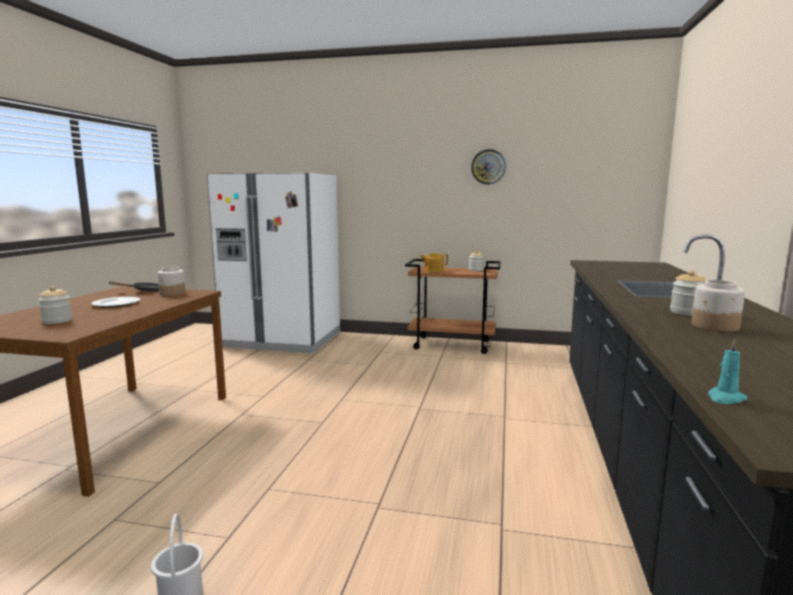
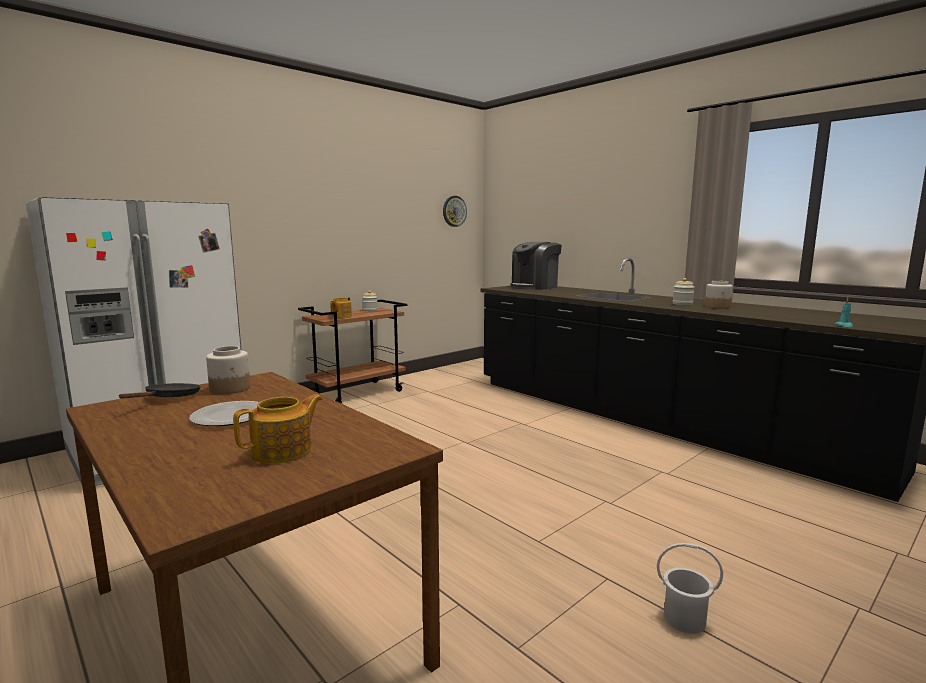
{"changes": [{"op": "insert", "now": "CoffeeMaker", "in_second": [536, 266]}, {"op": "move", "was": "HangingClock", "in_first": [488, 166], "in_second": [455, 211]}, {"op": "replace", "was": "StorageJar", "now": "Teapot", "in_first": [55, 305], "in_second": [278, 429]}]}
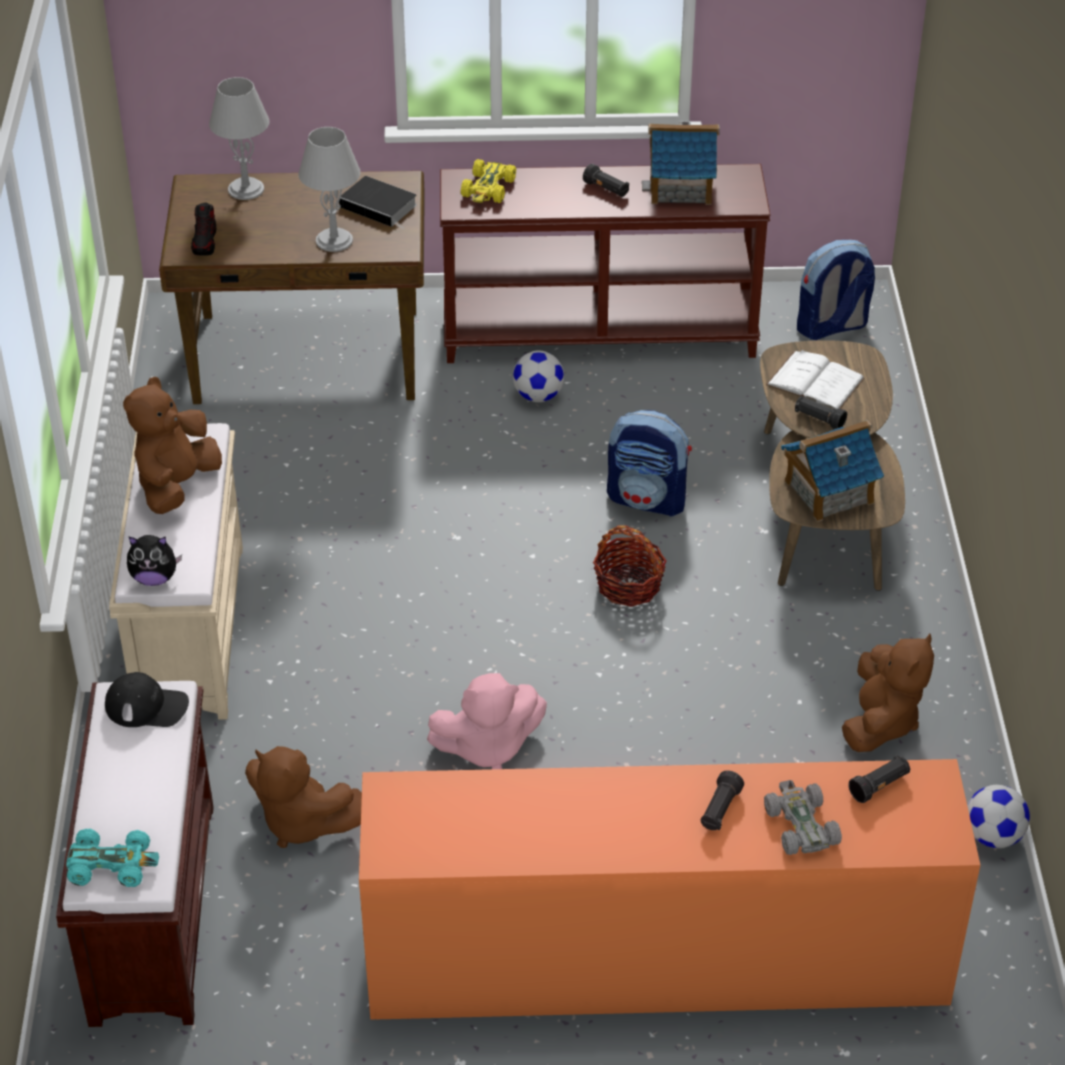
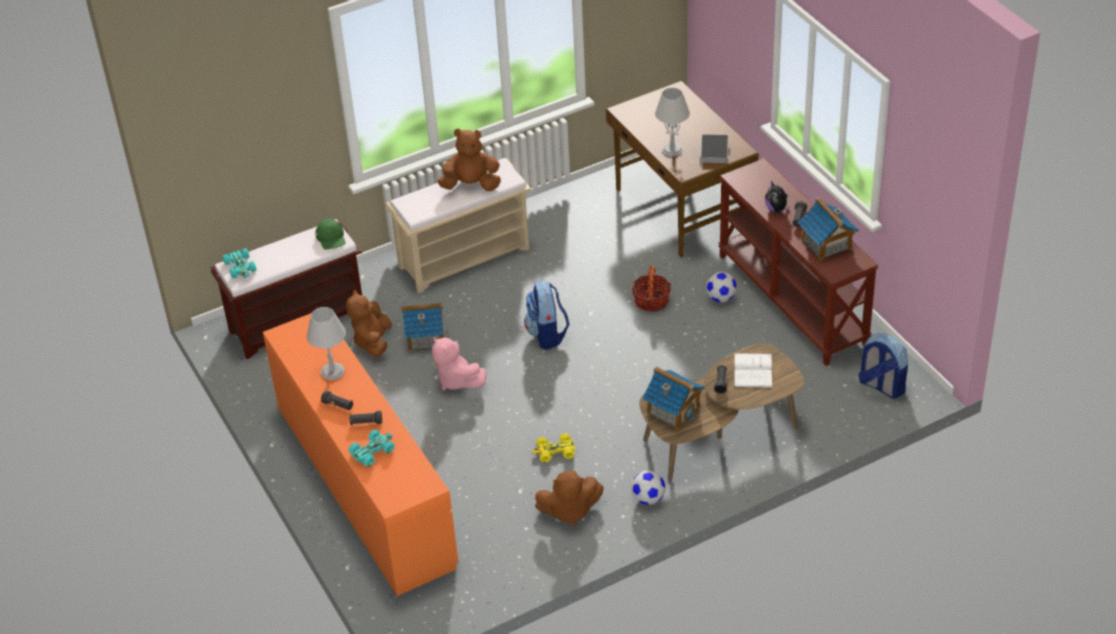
{"changes": [{"op": "delete", "was": "Shoe", "in_first": [204, 229]}, {"op": "insert", "now": "ModelHouse", "in_second": [425, 327]}, {"op": "move", "was": "CuddlyToy", "in_first": [154, 560], "in_second": [777, 197]}, {"op": "move", "was": "GrayTabletopLamp", "in_first": [239, 138], "in_second": [326, 343]}, {"op": "move", "was": "YellowColouredMiniatureCar", "in_first": [488, 181], "in_second": [553, 448]}, {"op": "move", "was": "HouseholdBasket", "in_first": [630, 566], "in_second": [651, 289]}, {"op": "move", "was": "Backpack", "in_first": [649, 463], "in_second": [546, 315]}, {"op": "move", "was": "BlackishHandTorch", "in_first": [879, 779], "in_second": [337, 400]}, {"op": "move", "was": "BallForFootball", "in_first": [998, 816], "in_second": [648, 487]}, {"op": "recolor", "was": "BlackishPeakedCap", "now": "GreenishPeakedCap", "in_first": [147, 699], "in_second": [330, 234]}, {"op": "recolor", "was": "GrayMiniatureCar", "now": "TurquoiseMiniatureCar", "in_first": [803, 817], "in_second": [371, 448]}]}
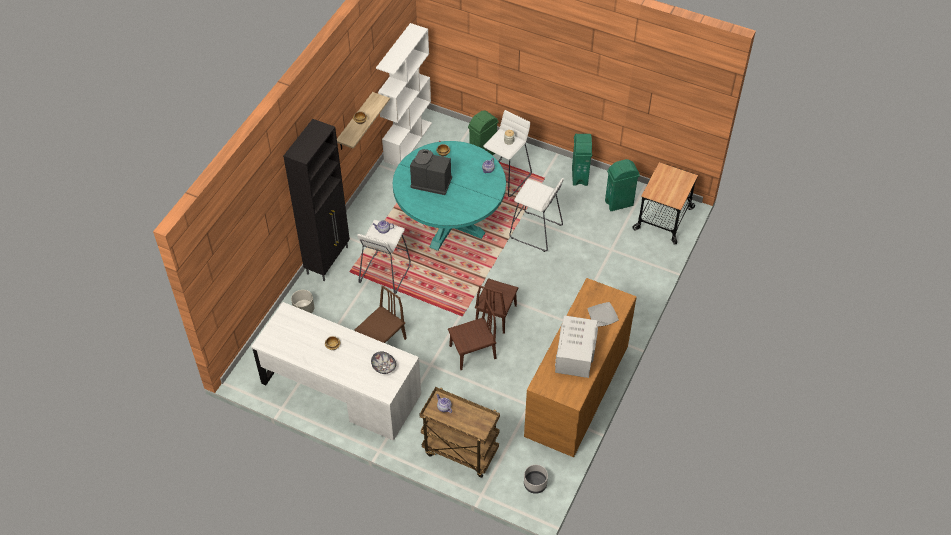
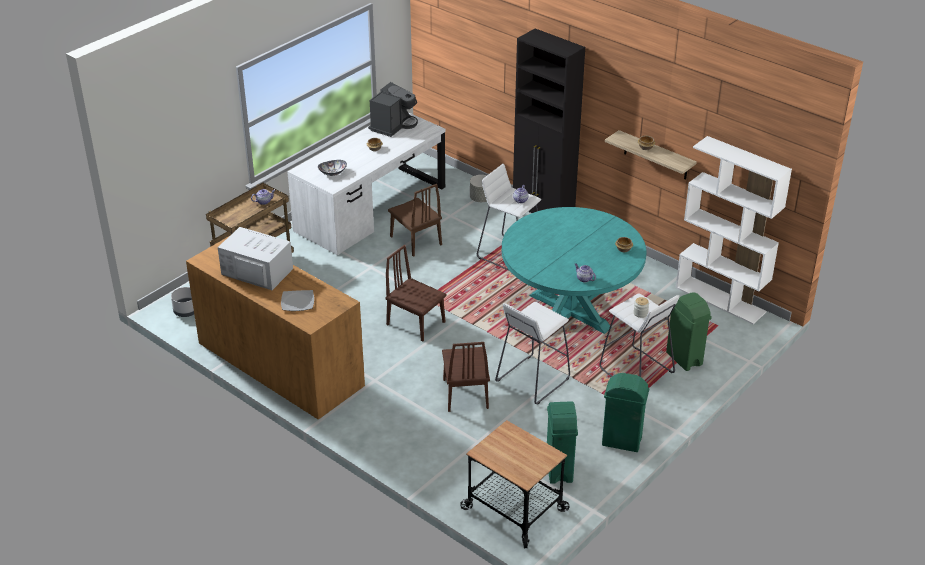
{"changes": [{"op": "move", "was": "CoffeeMaker", "in_first": [431, 172], "in_second": [393, 109]}, {"op": "move", "was": "BrownishPlainChair", "in_first": [472, 334], "in_second": [466, 377]}]}
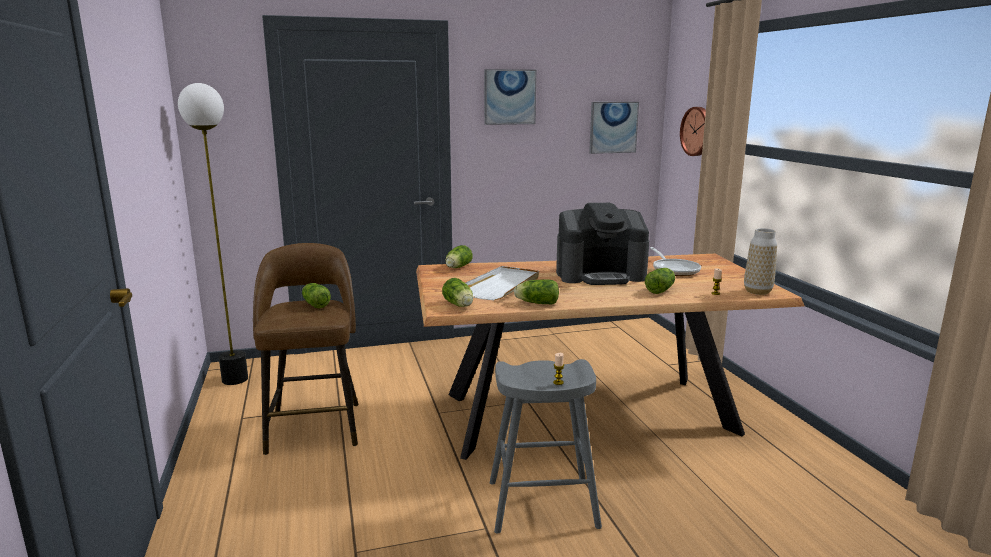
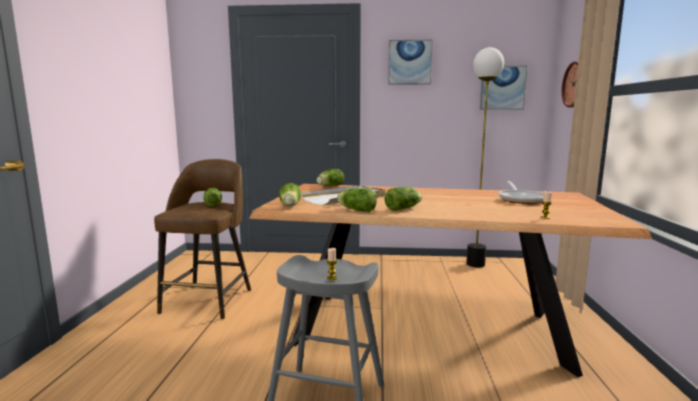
{"changes": [{"op": "delete", "was": "CoffeeMaker", "in_first": [602, 244]}, {"op": "delete", "was": "FlowerVase", "in_first": [760, 261]}, {"op": "move", "was": "FloorLamp", "in_first": [213, 234], "in_second": [485, 157]}, {"op": "move", "was": "Lettuce", "in_first": [660, 281], "in_second": [403, 199]}]}
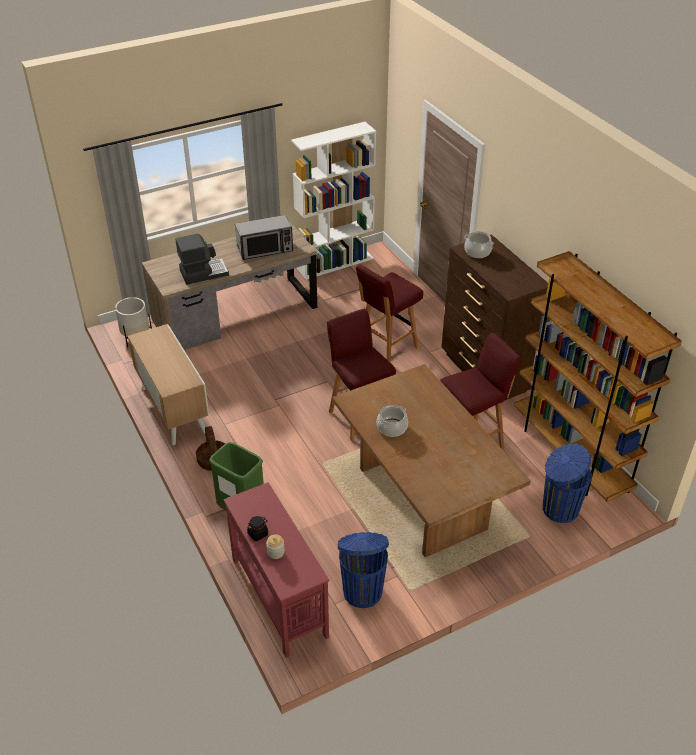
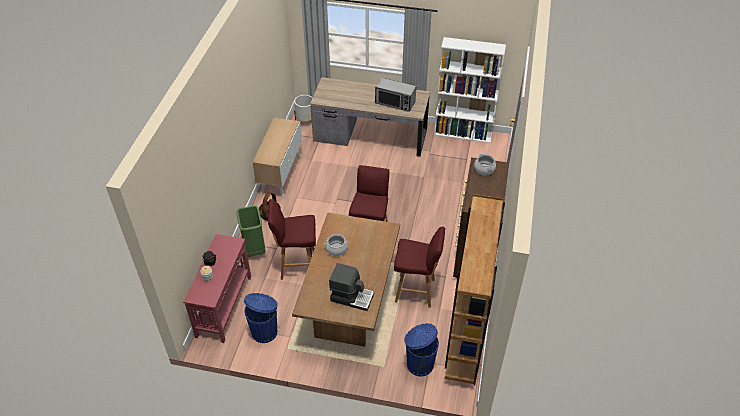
{"changes": [{"op": "move", "was": "CoffeeMaker", "in_first": [202, 259], "in_second": [351, 287]}, {"op": "move", "was": "RedColouredStool", "in_first": [389, 313], "in_second": [292, 239]}]}
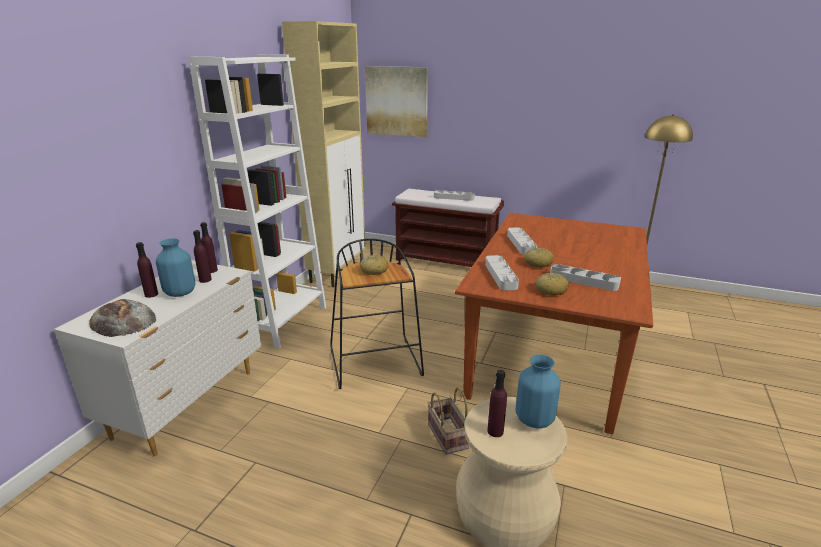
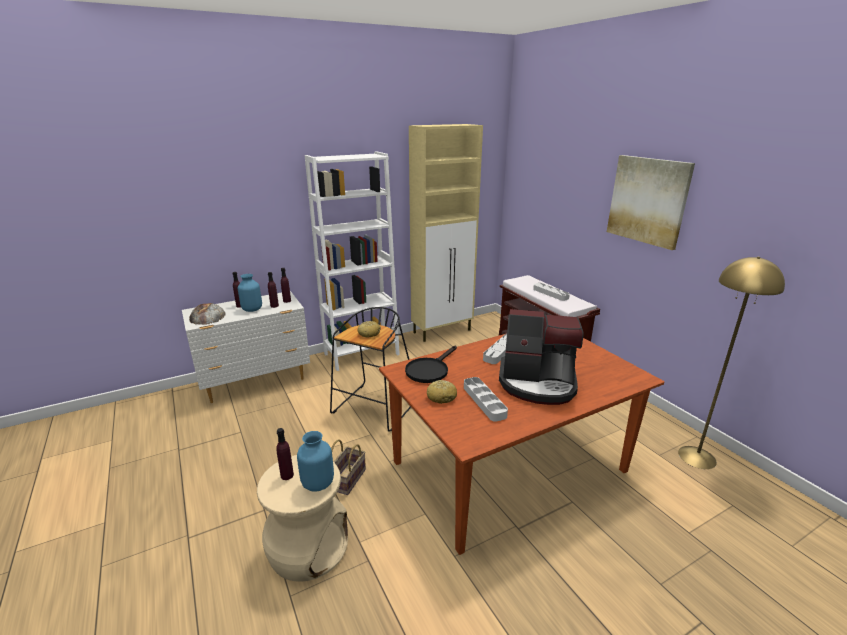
{"changes": [{"op": "delete", "was": "BakeryBread", "in_first": [539, 258]}, {"op": "insert", "now": "CoffeeMaker", "in_second": [541, 357]}, {"op": "move", "was": "WallArt", "in_first": [396, 101], "in_second": [651, 202]}, {"op": "replace", "was": "GrayServingTray", "now": "BlackishSkillet", "in_first": [502, 273], "in_second": [431, 364]}]}
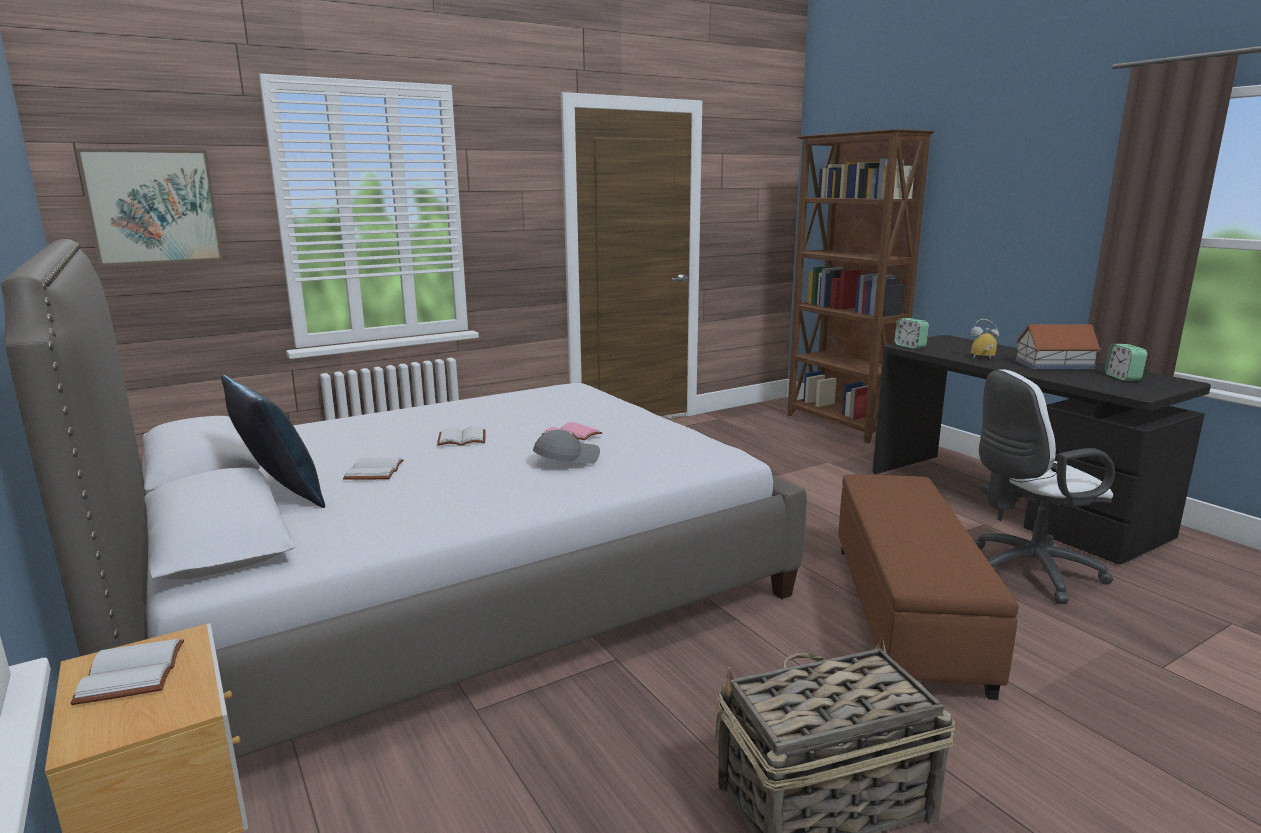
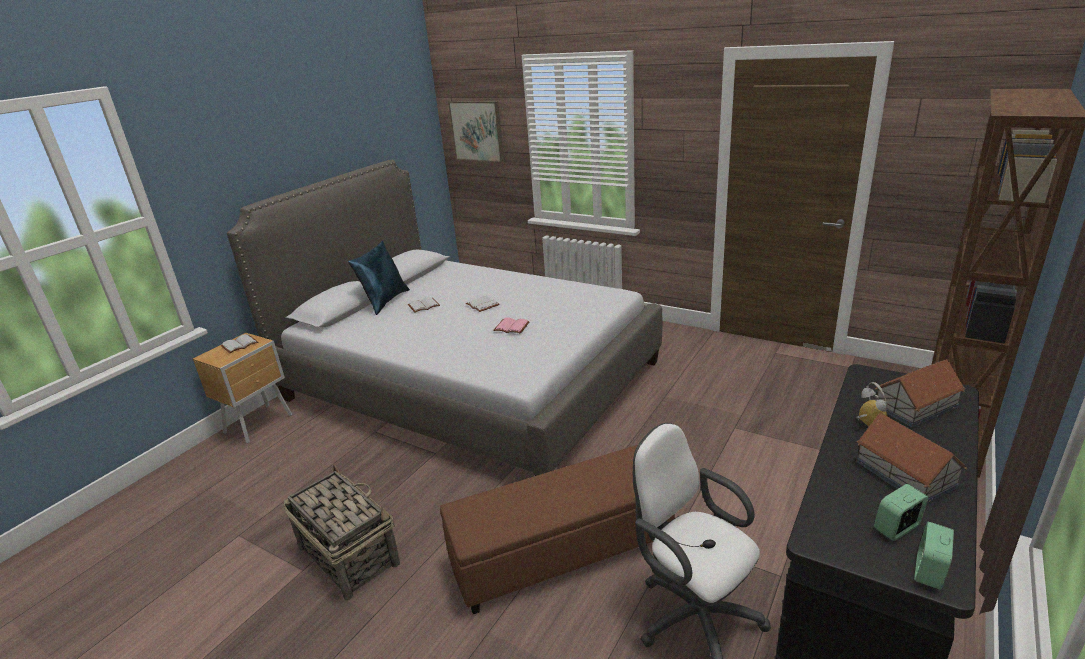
{"changes": [{"op": "delete", "was": "GrayPeakedCap", "in_first": [566, 446]}, {"op": "insert", "now": "ModelHouse", "in_second": [920, 393]}, {"op": "move", "was": "TableClock", "in_first": [911, 333], "in_second": [934, 556]}]}
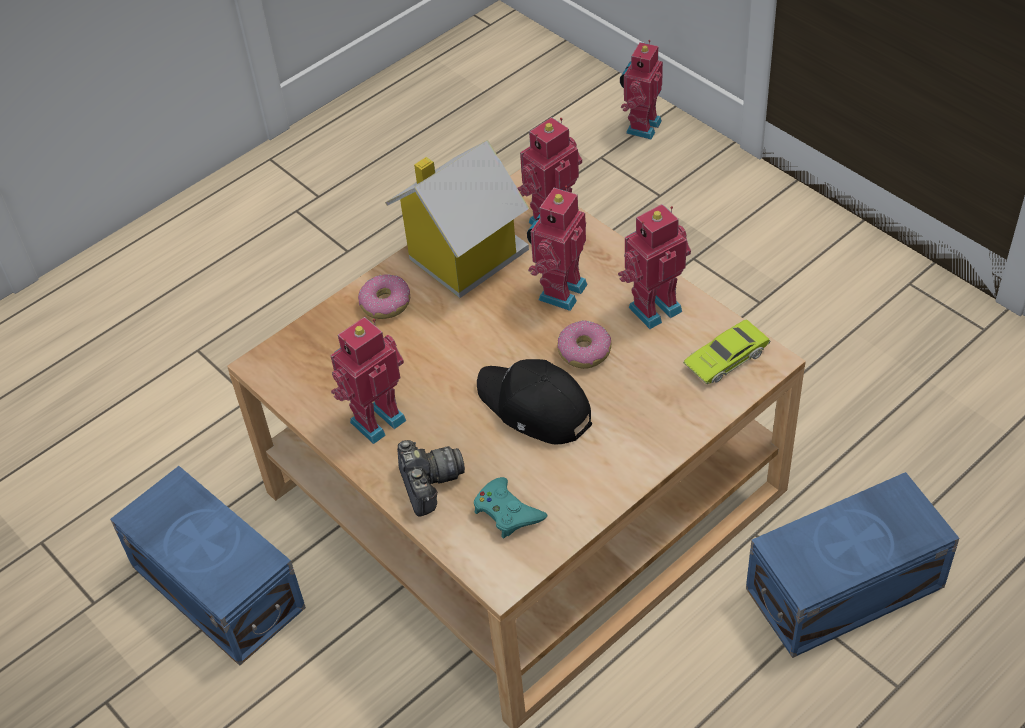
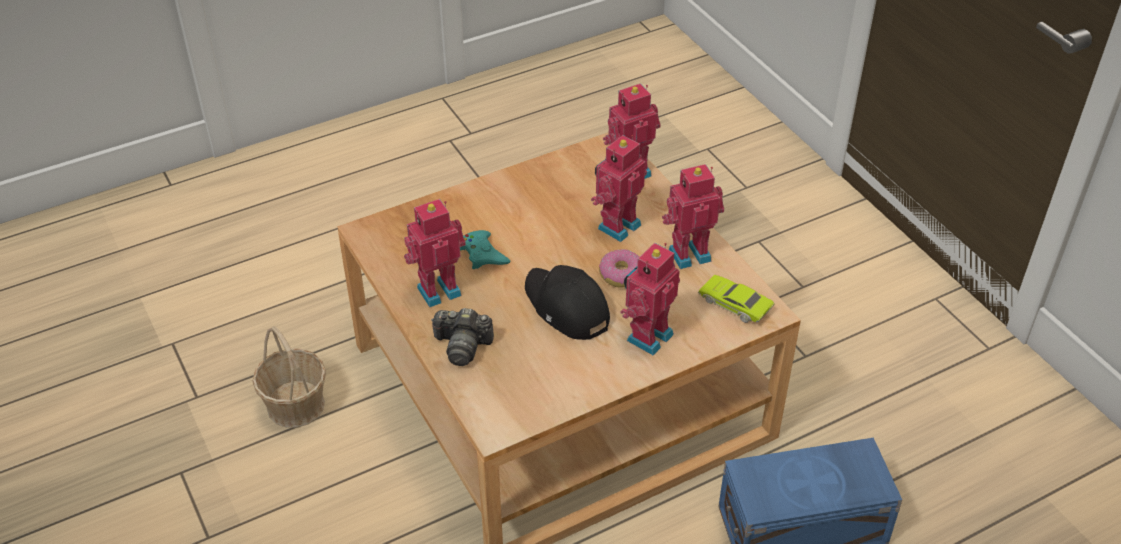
{"changes": [{"op": "delete", "was": "RingDoughnut", "in_first": [384, 297]}, {"op": "delete", "was": "ModelHouse", "in_first": [457, 219]}, {"op": "move", "was": "TurquoiseGamepad", "in_first": [510, 507], "in_second": [485, 249]}, {"op": "move", "was": "RobotFigure", "in_first": [641, 89], "in_second": [650, 299]}, {"op": "replace", "was": "BlueColouredStorageContainer", "now": "HouseholdBasket", "in_first": [208, 566], "in_second": [289, 377]}, {"op": "rotate", "was": "StillCamera", "in_first": [431, 478], "in_second": [462, 337], "clockwise": 105}, {"op": "rotate", "was": "GreenishMiniatureCar", "in_first": [727, 352], "in_second": [736, 299], "clockwise": 60}]}
